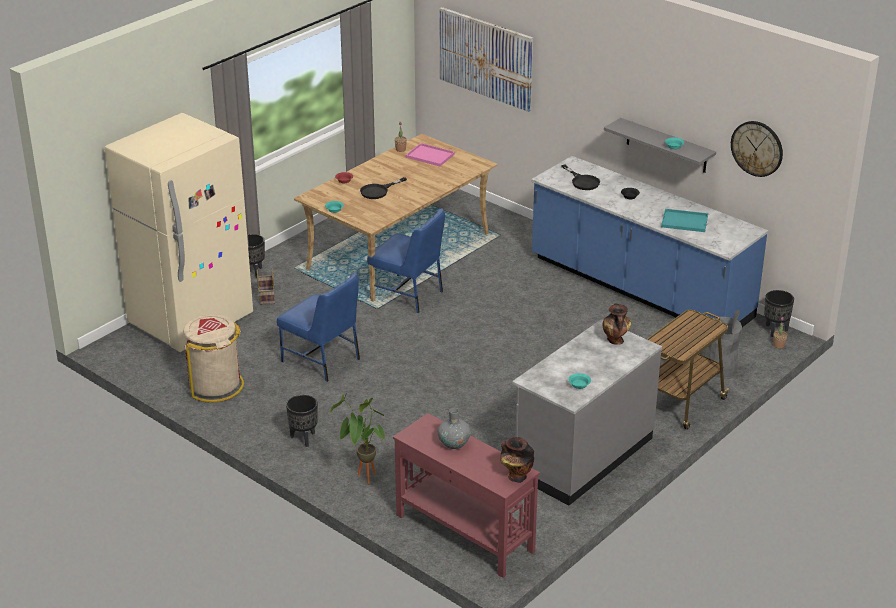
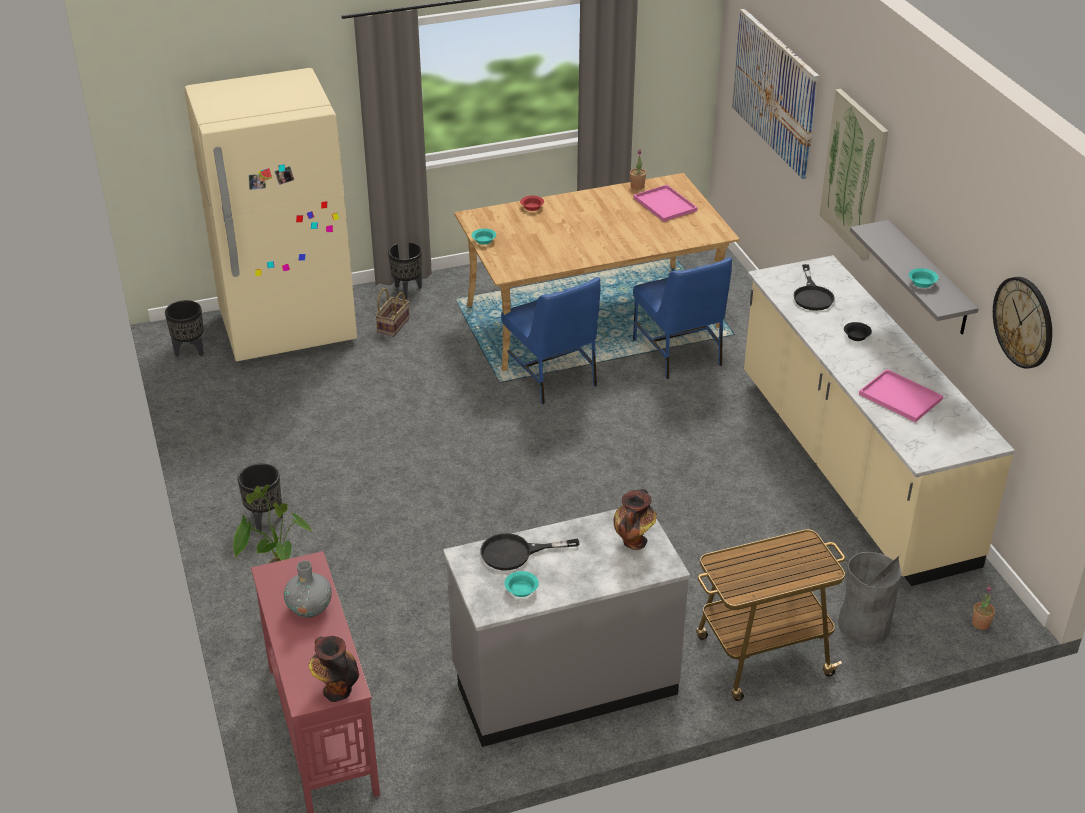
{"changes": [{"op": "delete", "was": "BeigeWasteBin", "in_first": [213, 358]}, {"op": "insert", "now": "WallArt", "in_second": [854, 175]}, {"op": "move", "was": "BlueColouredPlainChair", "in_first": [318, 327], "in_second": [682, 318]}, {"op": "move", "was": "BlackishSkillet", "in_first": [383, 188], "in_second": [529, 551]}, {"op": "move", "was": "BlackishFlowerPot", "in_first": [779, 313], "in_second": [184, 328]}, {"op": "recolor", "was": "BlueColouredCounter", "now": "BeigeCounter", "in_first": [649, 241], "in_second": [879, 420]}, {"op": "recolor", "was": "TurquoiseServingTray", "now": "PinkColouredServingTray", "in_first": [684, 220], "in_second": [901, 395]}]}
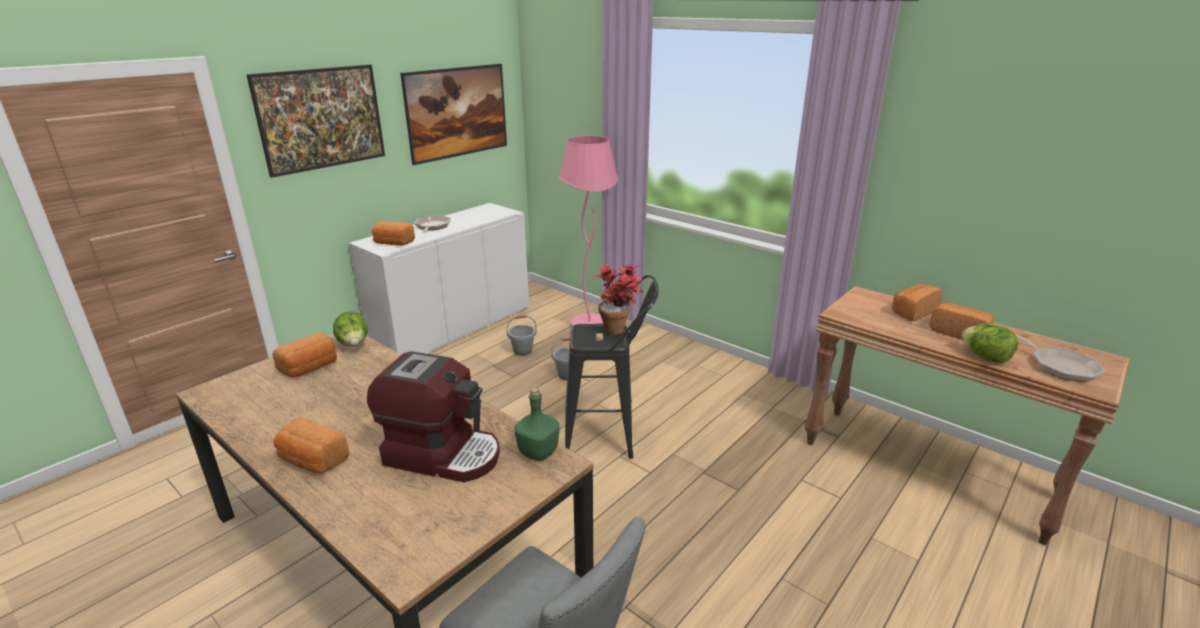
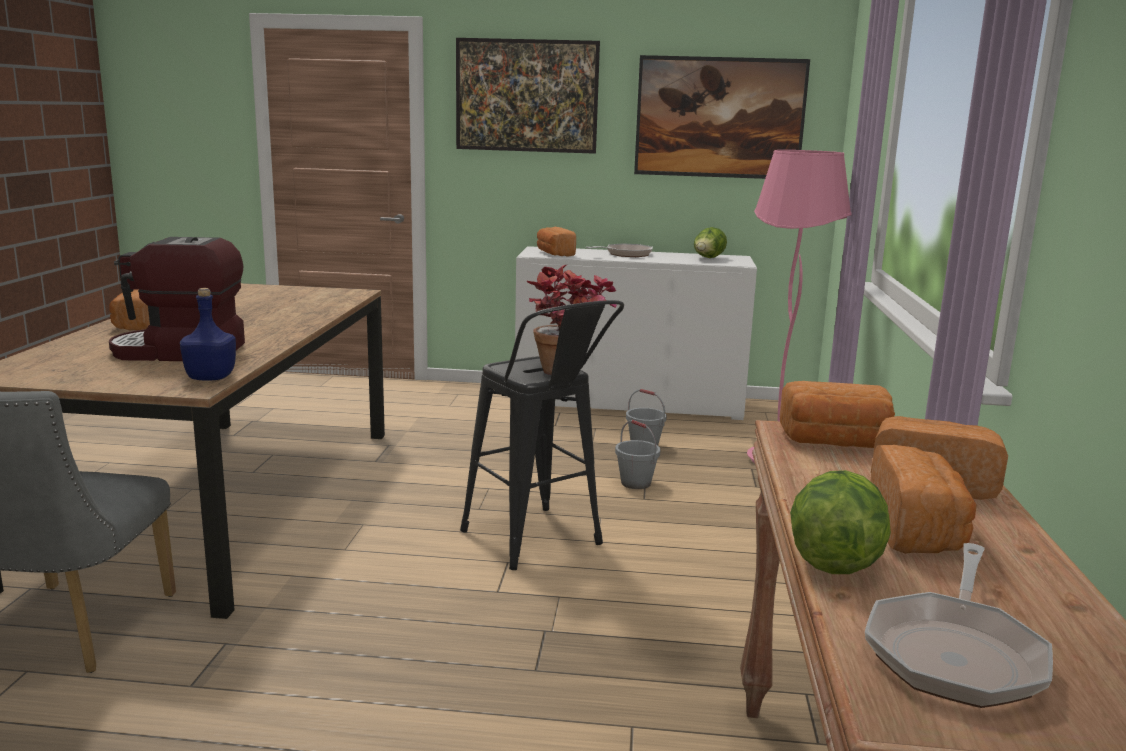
{"changes": [{"op": "move", "was": "BakeryBread", "in_first": [304, 355], "in_second": [837, 414]}, {"op": "move", "was": "Lettuce", "in_first": [350, 328], "in_second": [710, 242]}, {"op": "recolor", "was": "GreenishDrinkBottle", "now": "BlueColouredDrinkBottle", "in_first": [536, 424], "in_second": [208, 334]}, {"op": "rotate", "was": "CoffeeMaker", "in_first": [433, 416], "in_second": [177, 299], "clockwise": 105}]}
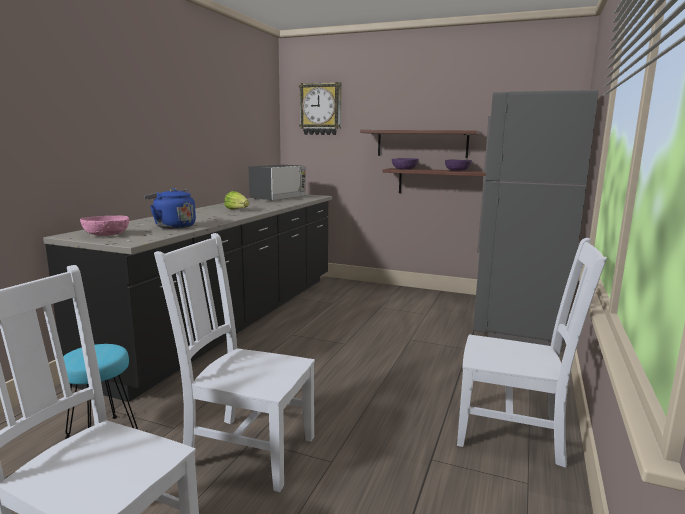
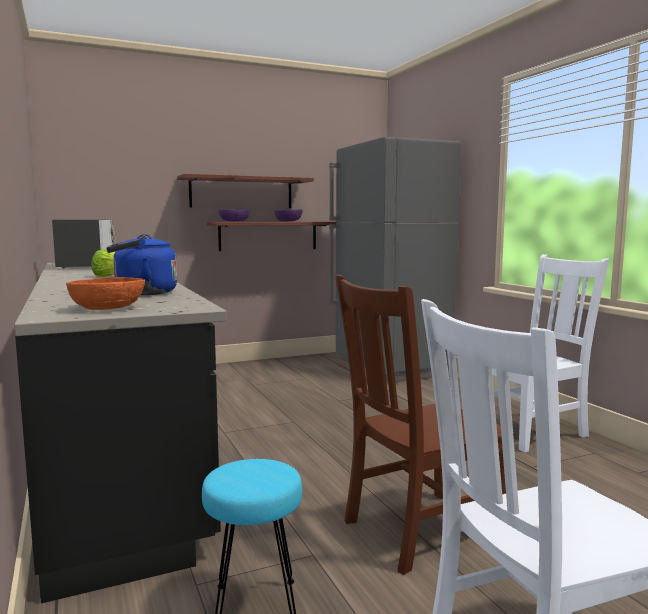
{"changes": [{"op": "delete", "was": "HangingClock", "in_first": [320, 108]}, {"op": "recolor", "was": "PinkColouredBowl", "now": "OrangeBowl", "in_first": [104, 226], "in_second": [105, 293]}, {"op": "recolor", "was": "WhitishPlainChair", "now": "BrownishPlainChair", "in_first": [234, 362], "in_second": [425, 424]}]}
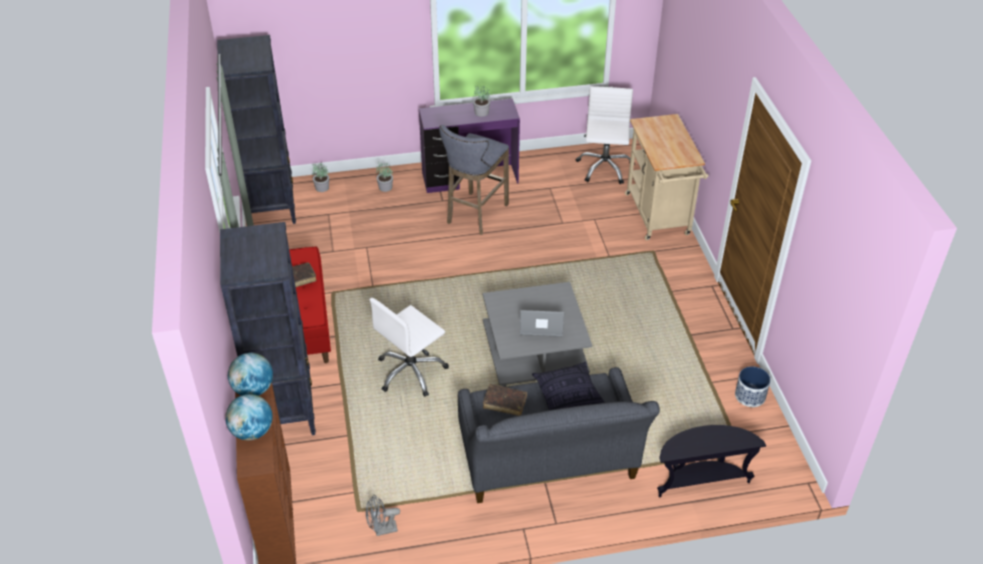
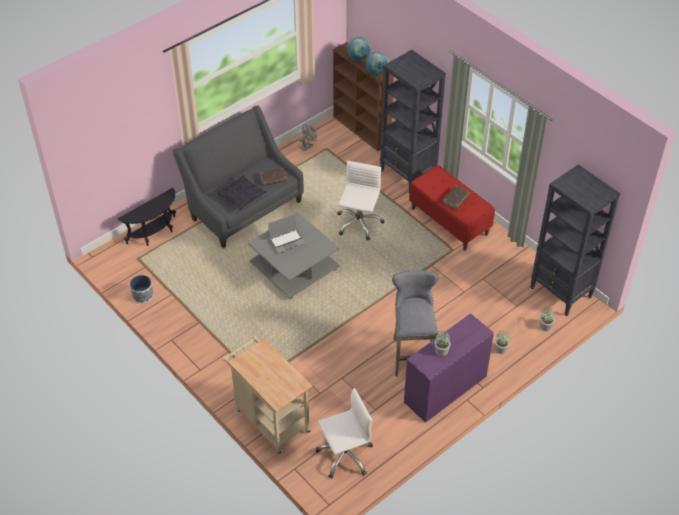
{"changes": [{"op": "rotate", "was": "WhitishComputerChair", "in_first": [605, 135], "in_second": [344, 433], "clockwise": -90}]}
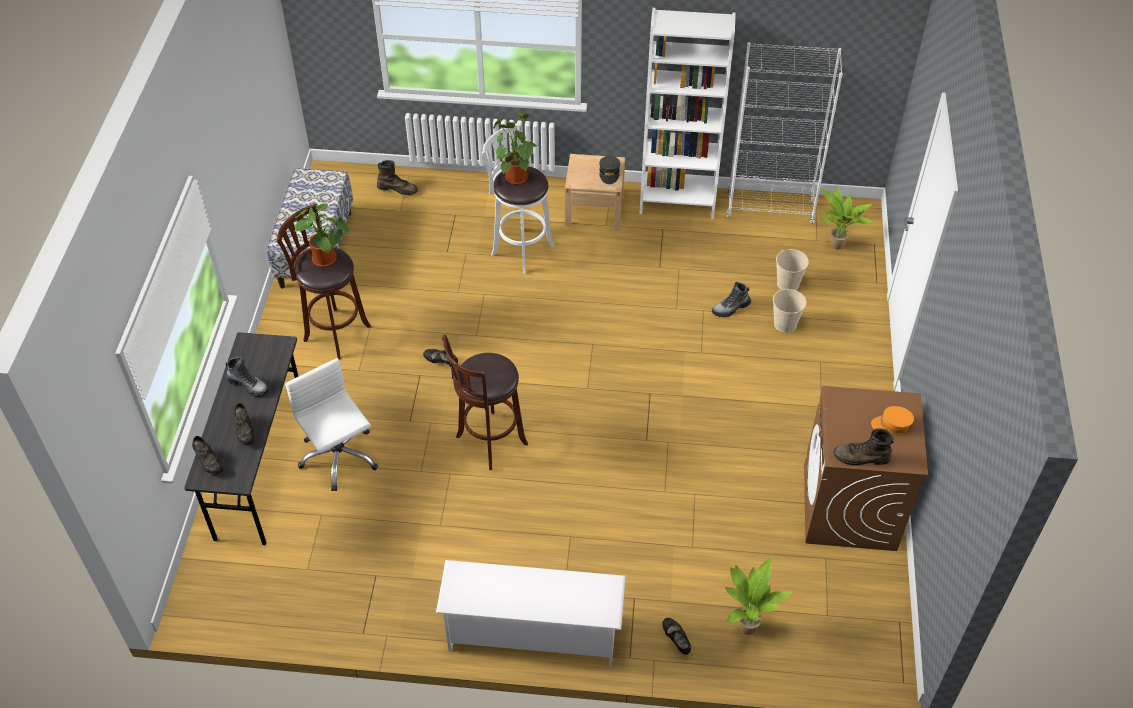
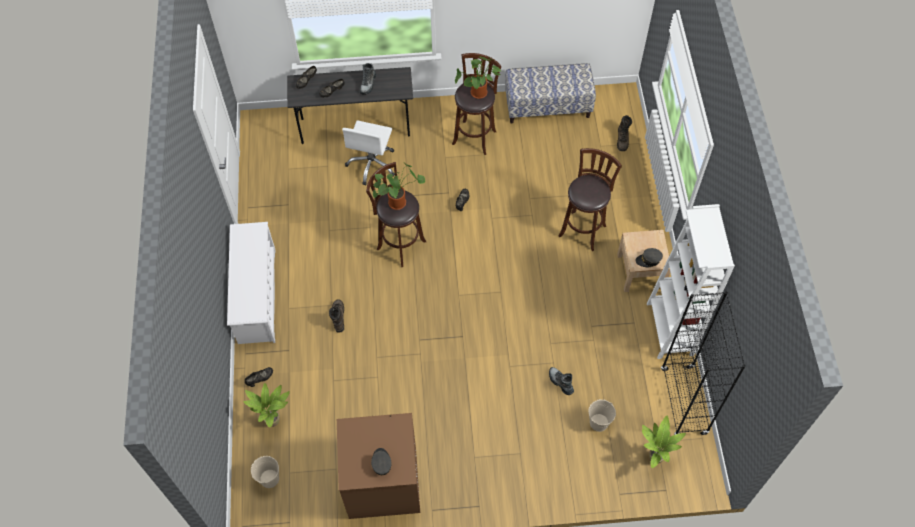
{"changes": [{"op": "move", "was": "PlantInAPot", "in_first": [515, 148], "in_second": [399, 186]}, {"op": "move", "was": "BeigeWaterBucket", "in_first": [790, 310], "in_second": [265, 472]}, {"op": "move", "was": "BrownishHighTopBoot", "in_first": [863, 447], "in_second": [336, 316]}, {"op": "recolor", "was": "WhitishStool", "now": "BrownishStool", "in_first": [518, 199], "in_second": [590, 199]}, {"op": "recolor", "was": "WhitishShelvingUnit", "now": "BlackishShelvingUnit", "in_first": [785, 133], "in_second": [703, 363]}, {"op": "recolor", "was": "OrangePeakedCap", "now": "GrayPeakedCap", "in_first": [892, 420], "in_second": [381, 461]}, {"op": "rotate", "was": "WhitishComputerChair", "in_first": [331, 424], "in_second": [368, 152], "clockwise": 150}]}
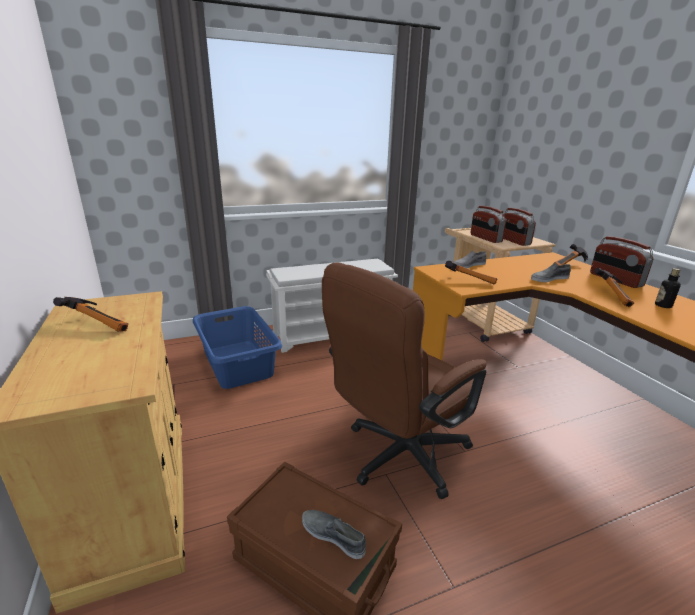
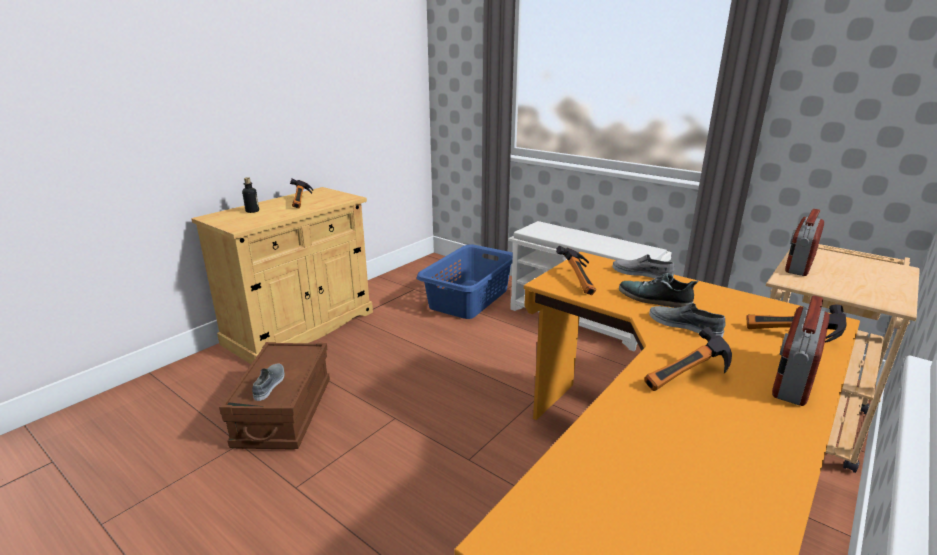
{"changes": [{"op": "delete", "was": "BrownishComputerChair", "in_first": [404, 381]}, {"op": "delete", "was": "RadioReceiver", "in_first": [519, 227]}, {"op": "insert", "now": "Shoe", "in_second": [658, 290]}, {"op": "move", "was": "DrinkBottle", "in_first": [668, 288], "in_second": [250, 195]}]}
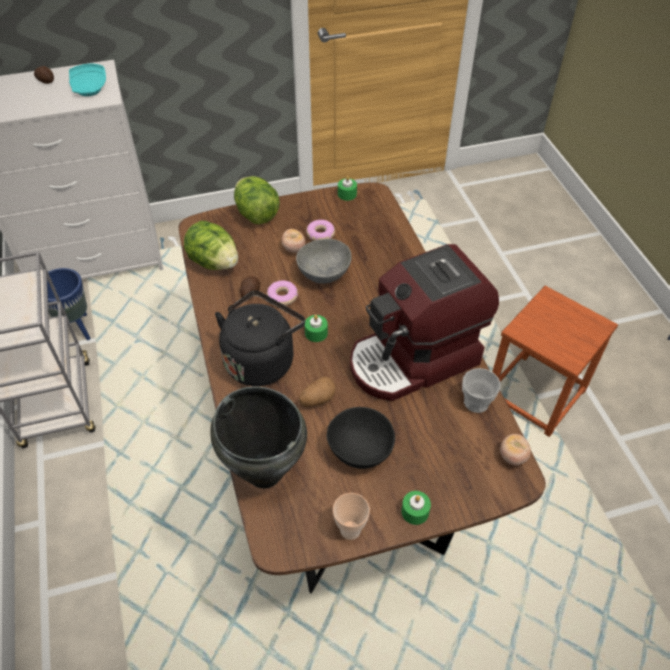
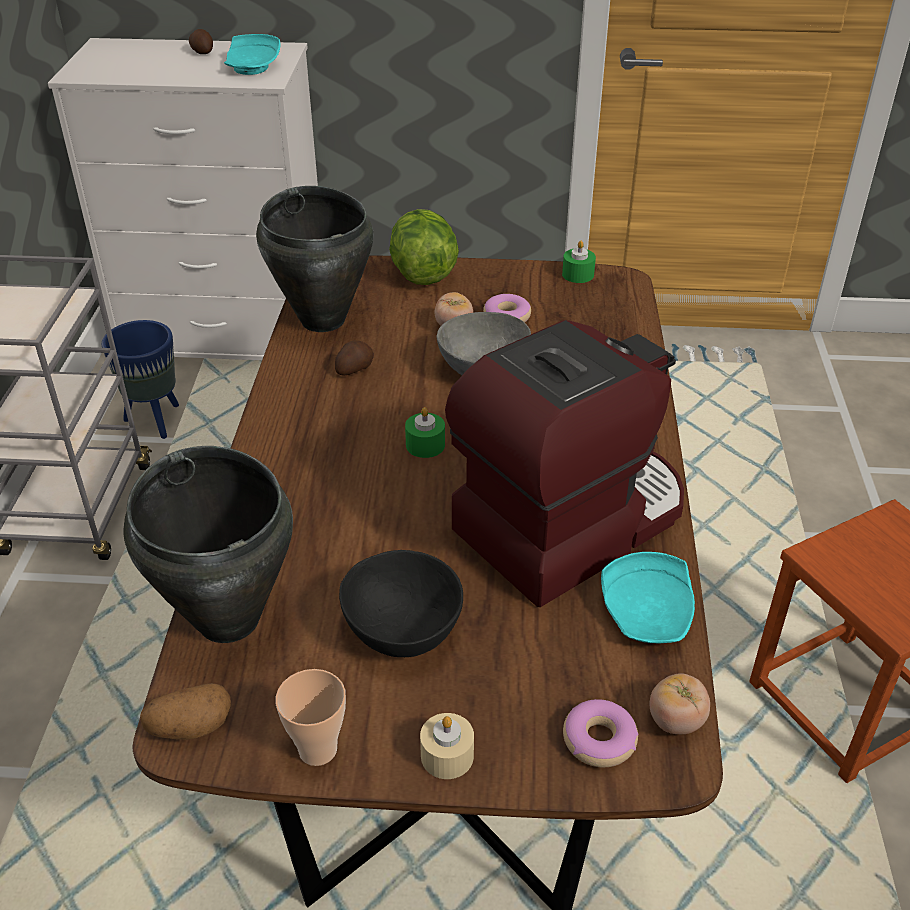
{"changes": [{"op": "delete", "was": "BlackishWaterKettle", "in_first": [260, 338]}, {"op": "move", "was": "RingDoughnut", "in_first": [282, 293], "in_second": [601, 733]}, {"op": "move", "was": "WholePotato", "in_first": [317, 392], "in_second": [185, 711]}, {"op": "replace", "was": "Lettuce", "now": "BlackishCookingPot", "in_first": [211, 245], "in_second": [315, 259]}, {"op": "replace", "was": "SmallCup", "now": "TurquoiseDinnerPlate", "in_first": [481, 390], "in_second": [648, 598]}, {"op": "recolor", "was": "GreenishCandle", "now": "BeigeCandle", "in_first": [416, 508], "in_second": [447, 746]}, {"op": "rotate", "was": "CoffeeMaker", "in_first": [424, 322], "in_second": [564, 463], "clockwise": 150}]}
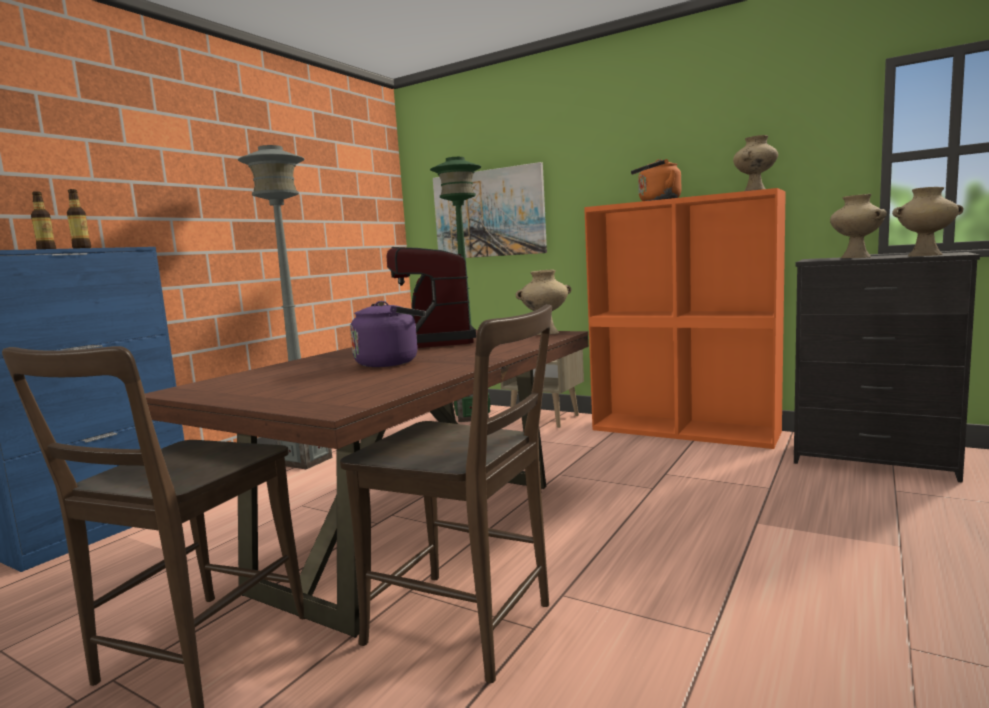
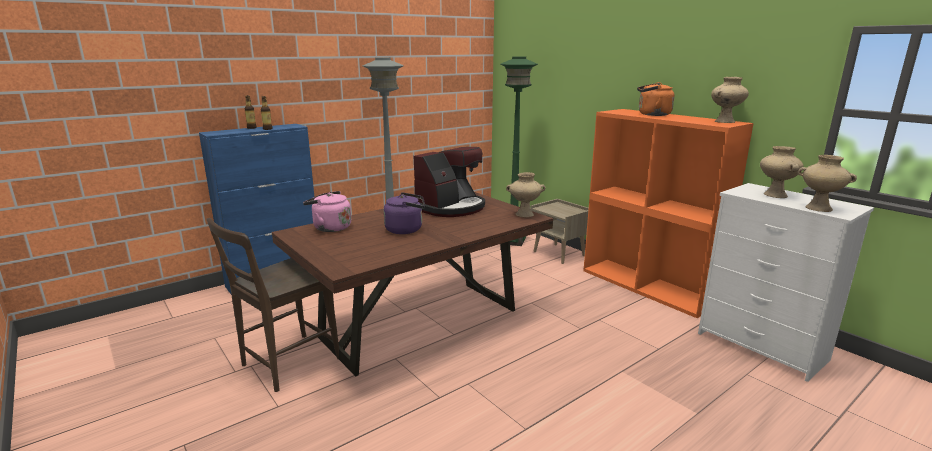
{"changes": [{"op": "delete", "was": "BrownishPlainChair", "in_first": [446, 493]}, {"op": "delete", "was": "WallArt", "in_first": [490, 210]}, {"op": "insert", "now": "PinkColouredWaterKettle", "in_second": [327, 211]}, {"op": "recolor", "was": "BlackishChestOfDrawers", "now": "WhitishChestOfDrawers", "in_first": [887, 367], "in_second": [786, 282]}, {"op": "rotate", "was": "CoffeeMaker", "in_first": [431, 297], "in_second": [449, 182], "clockwise": -150}]}
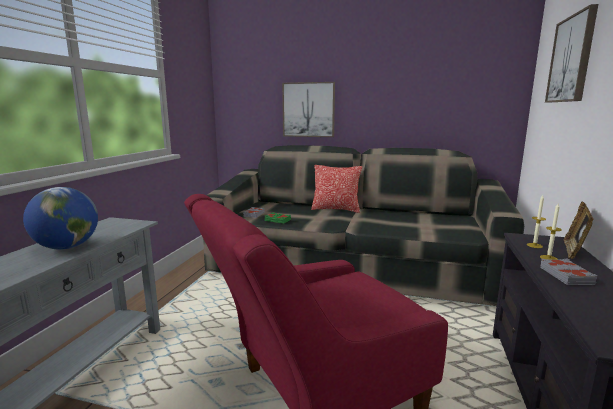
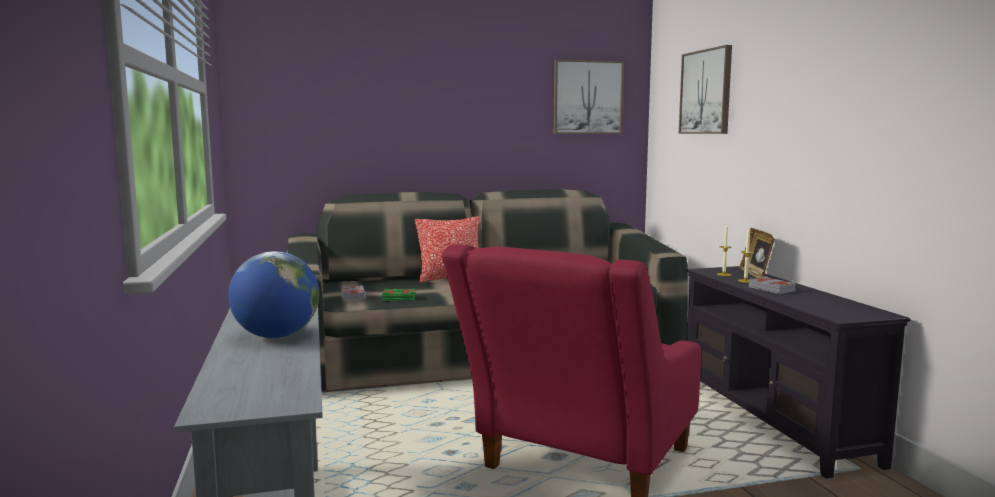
{"changes": [{"op": "move", "was": "WallArt", "in_first": [308, 109], "in_second": [588, 96]}]}
